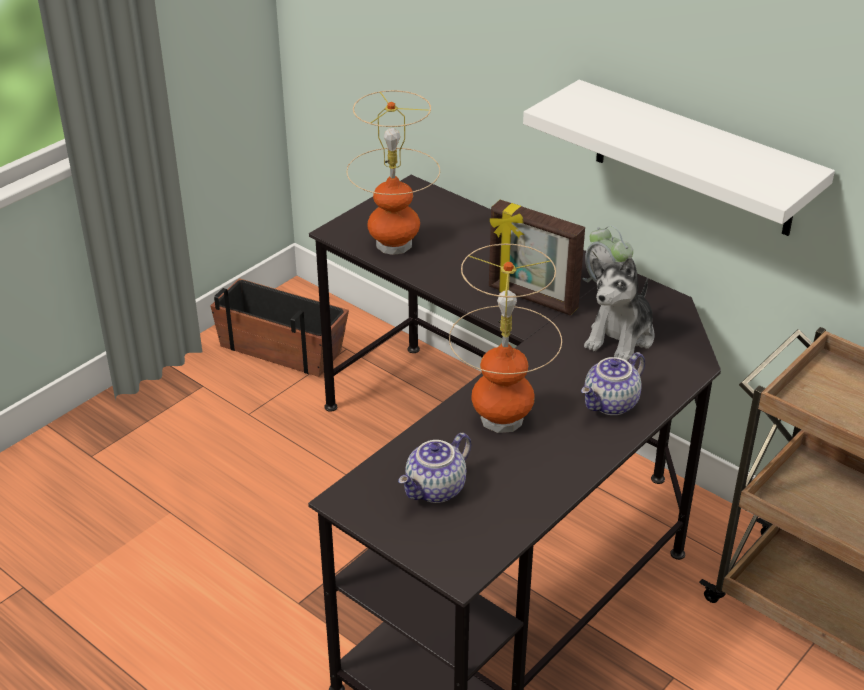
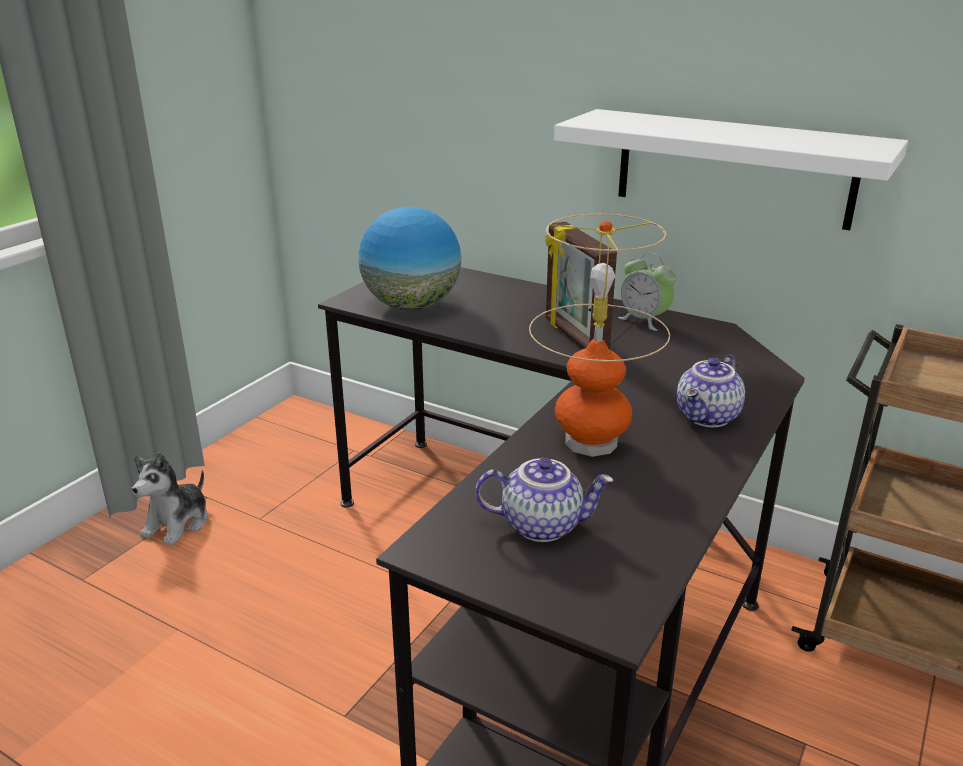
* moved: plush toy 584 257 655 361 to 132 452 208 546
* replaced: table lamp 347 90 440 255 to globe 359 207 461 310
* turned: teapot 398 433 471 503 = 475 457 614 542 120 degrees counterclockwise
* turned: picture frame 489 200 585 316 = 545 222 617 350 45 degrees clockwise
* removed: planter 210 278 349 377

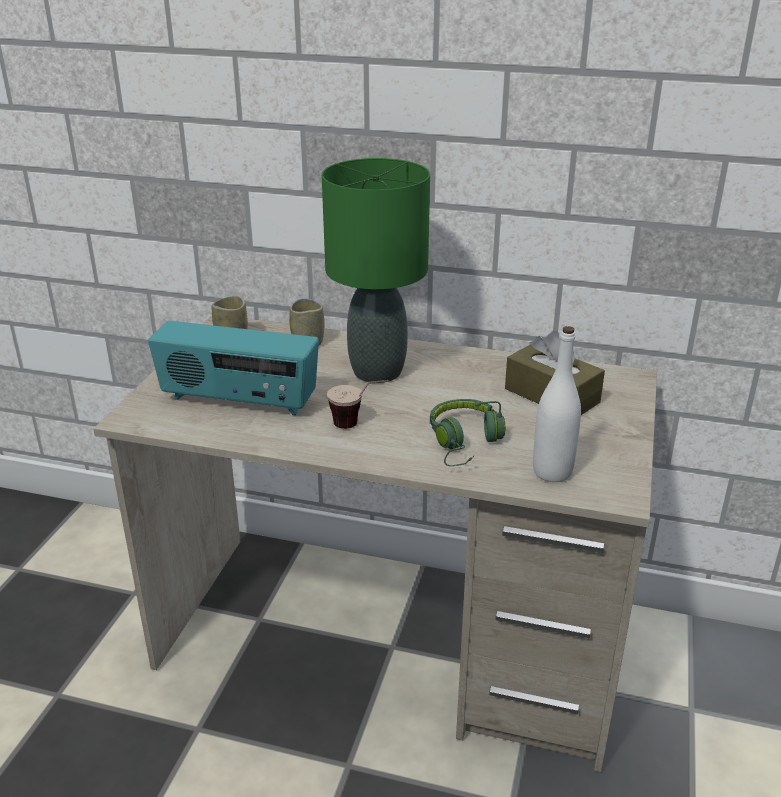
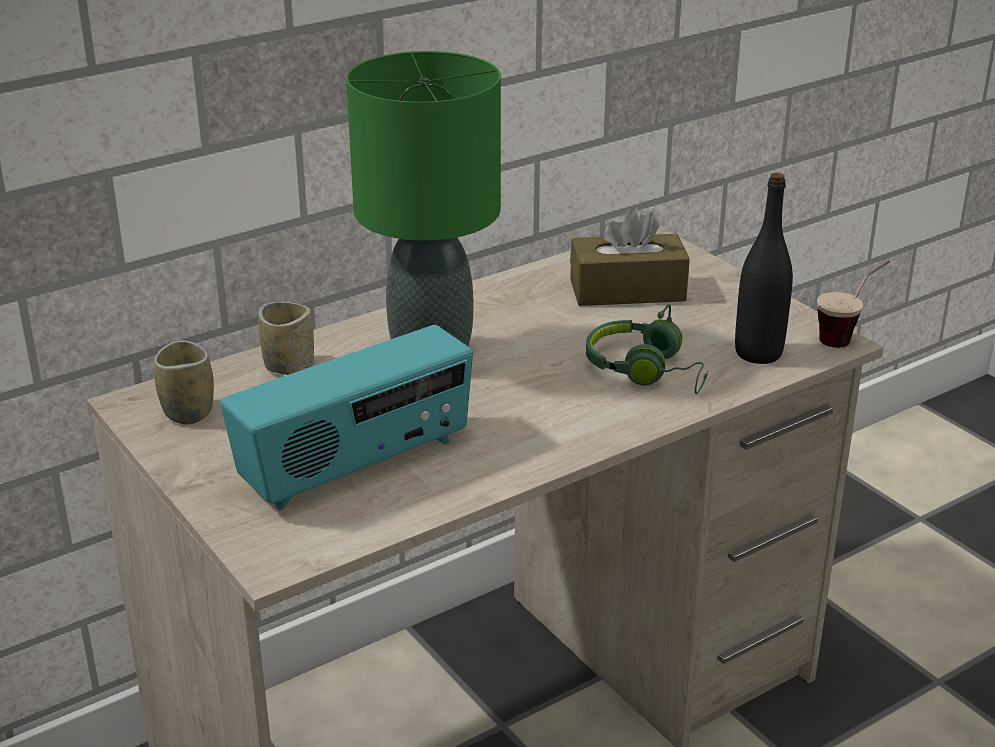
* recoloured: white bottle 533 326 581 482 to black bottle 735 173 793 364
* moved: cup 327 380 389 429 to 817 260 890 348

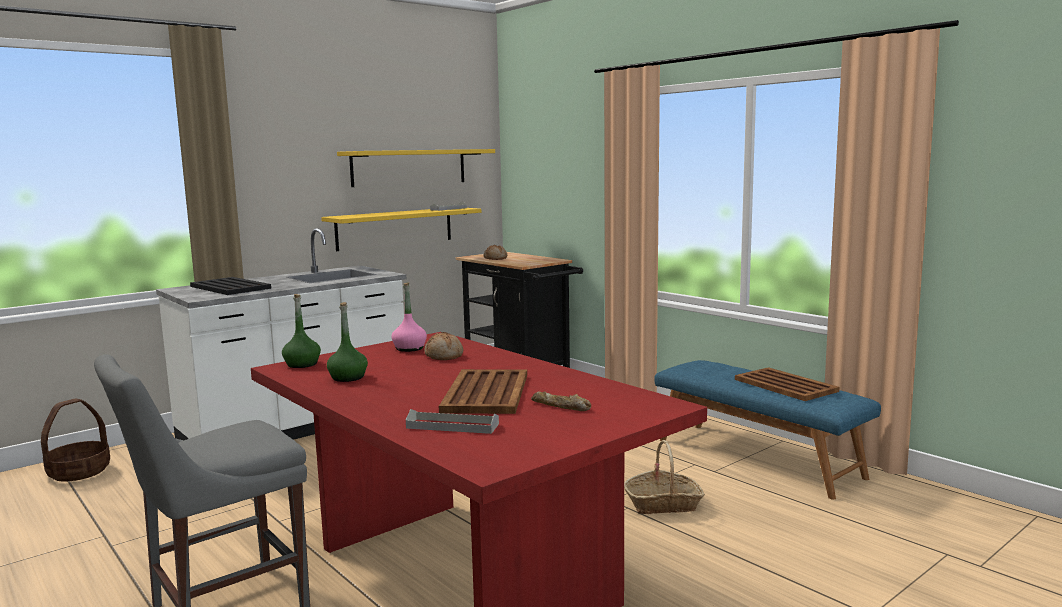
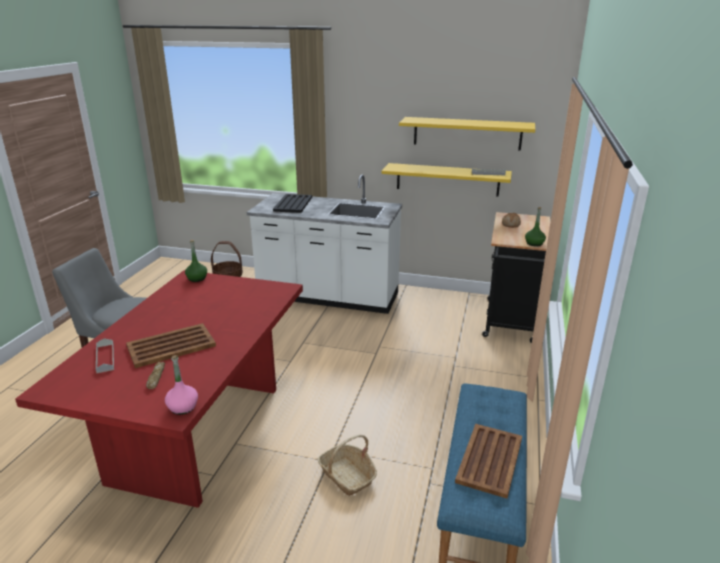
* moved: pink bottle 391 282 427 352 to 165 355 198 415
* moved: green bottle 327 302 368 382 to 525 207 546 247
* removed: bread 424 332 463 360

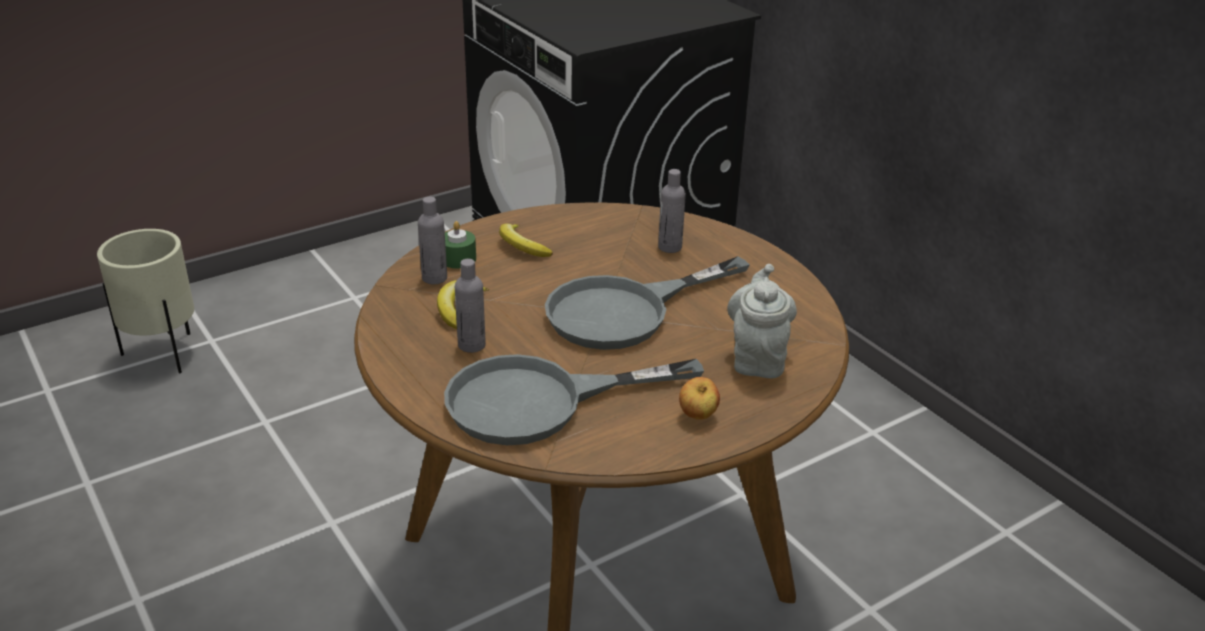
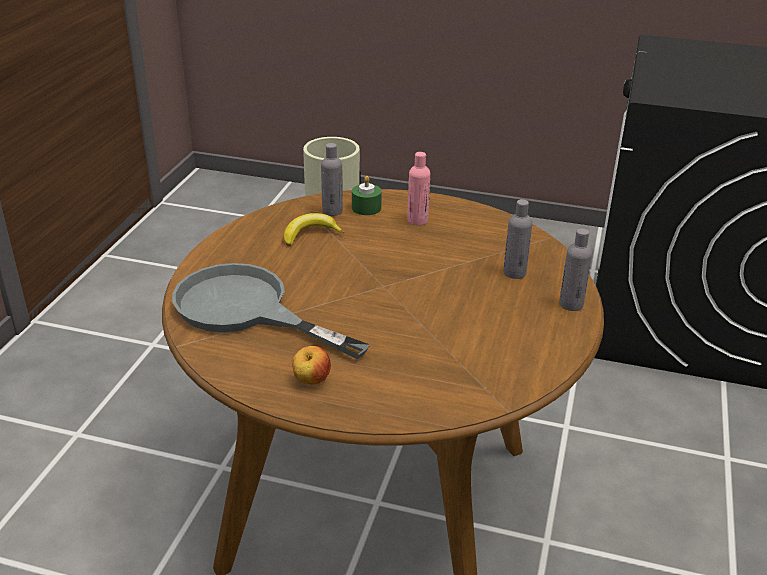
* replaced: banana 499 223 553 257 to pink bottle 407 152 430 225
* moved: grey bottle 455 259 486 353 to 559 228 592 311
* removed: grey frying pan 545 256 750 350
* removed: grey teapot 727 264 797 378

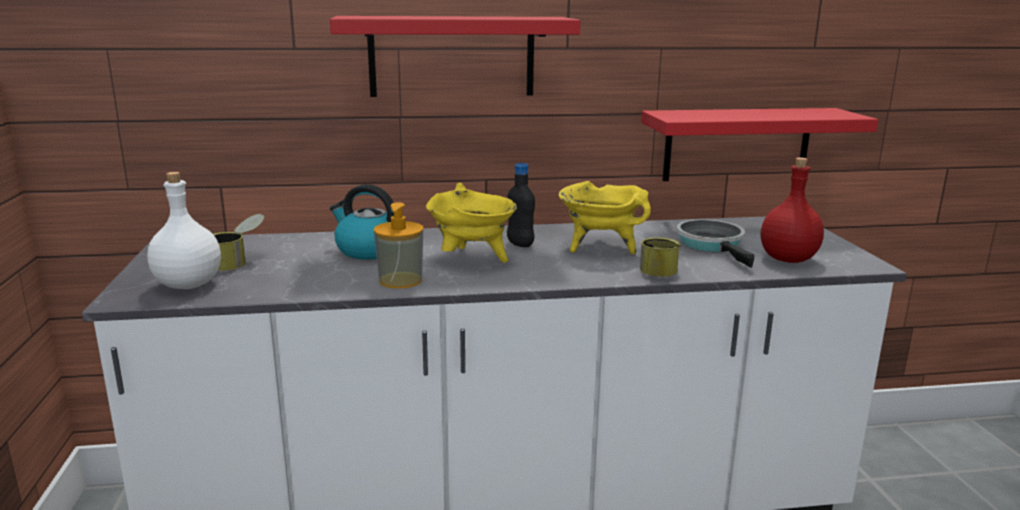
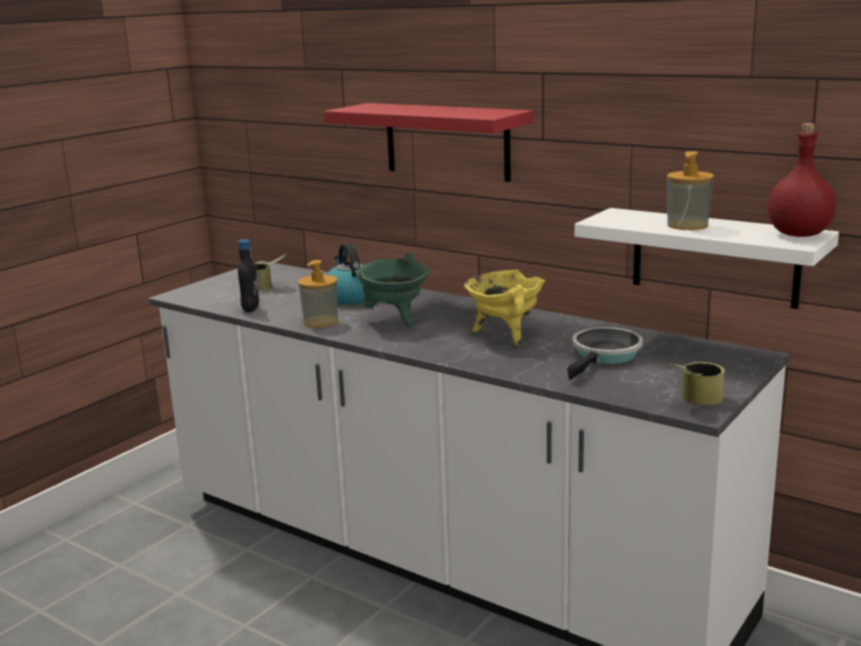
* moved: black bottle 507 163 535 247 to 238 239 259 312
* recoloured: yellow cooking pot 426 183 517 263 to green cooking pot 355 253 430 327
* recoloured: red shelf 641 108 879 181 to white shelf 574 208 839 309
* added: soap dispenser 667 151 714 230
* moved: can 640 237 680 277 to 668 362 725 405
* moved: red bottle 761 157 824 263 to 767 123 836 237
* removed: white bottle 147 172 221 289

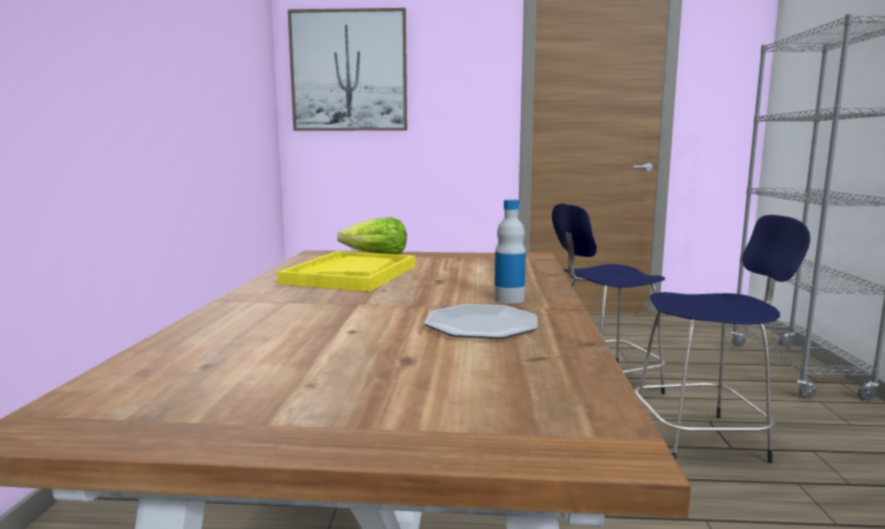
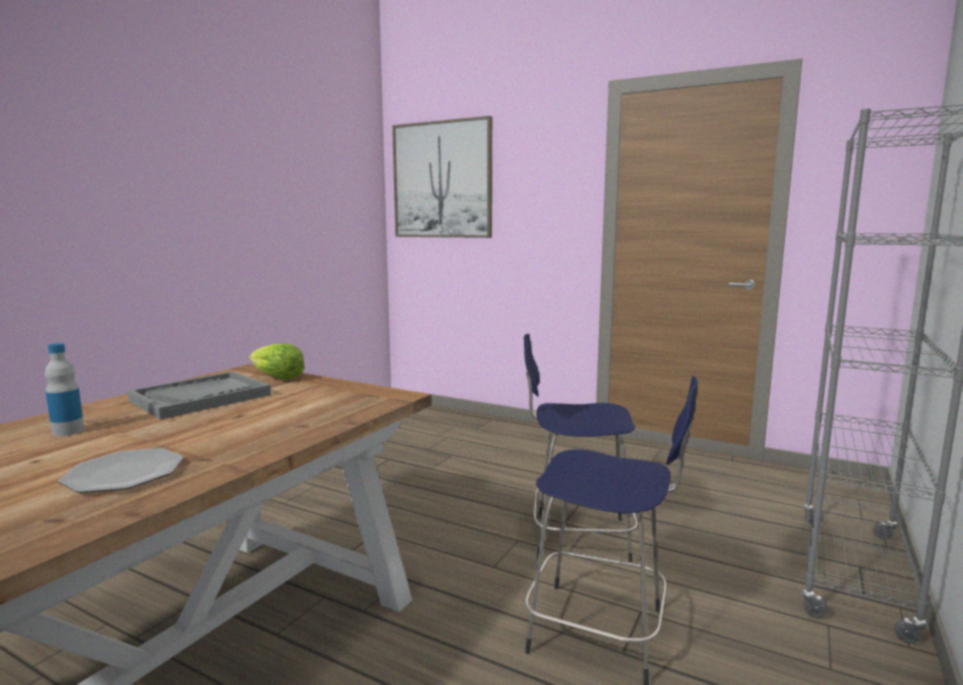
* moved: bottle 494 200 526 304 to 45 343 84 436
* recoloured: yellow tray 277 251 415 292 to grey tray 127 372 271 420

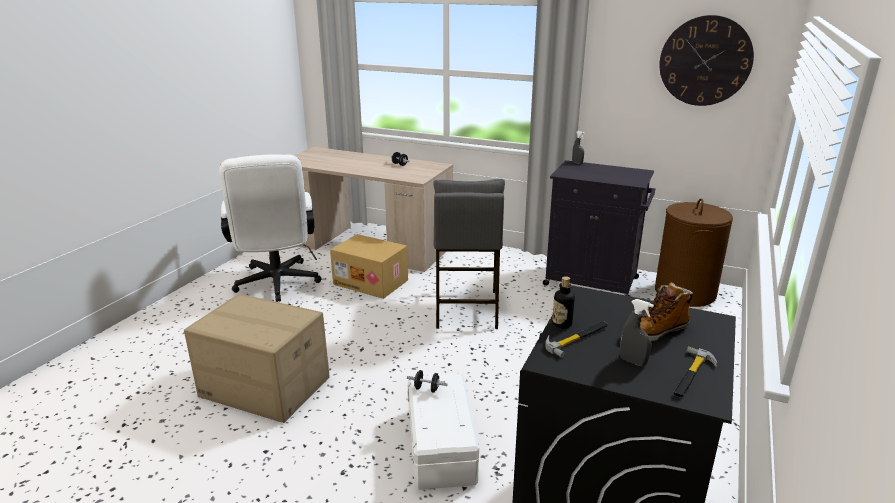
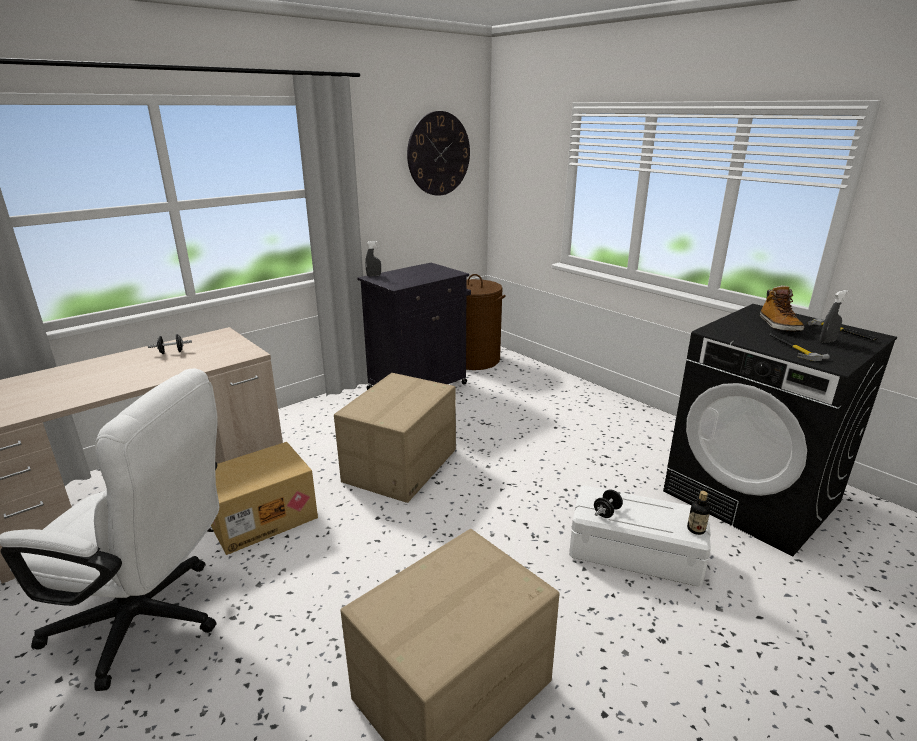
* replaced: grey stool 433 179 505 329 to cardboard box 334 373 456 503
* moved: bottle 552 276 575 328 to 687 491 710 535

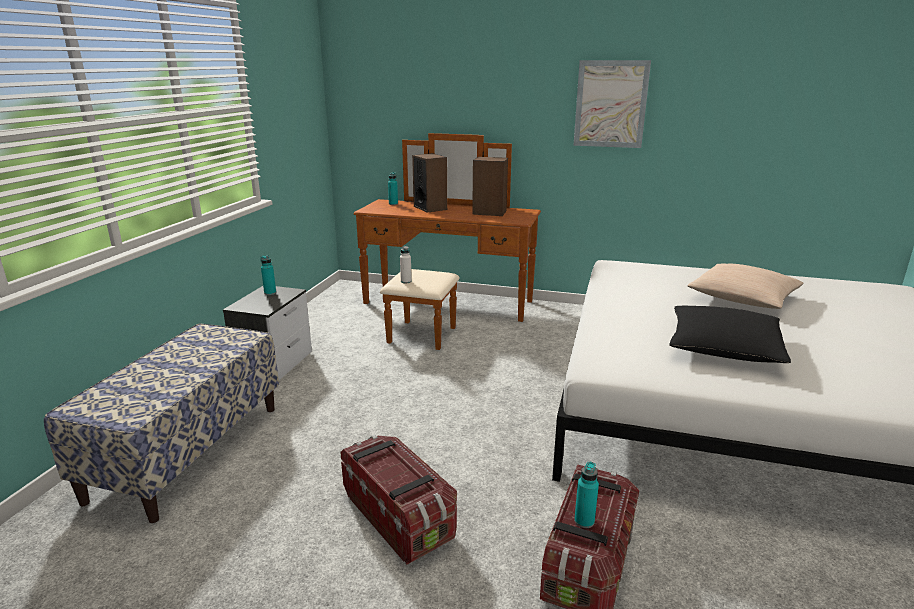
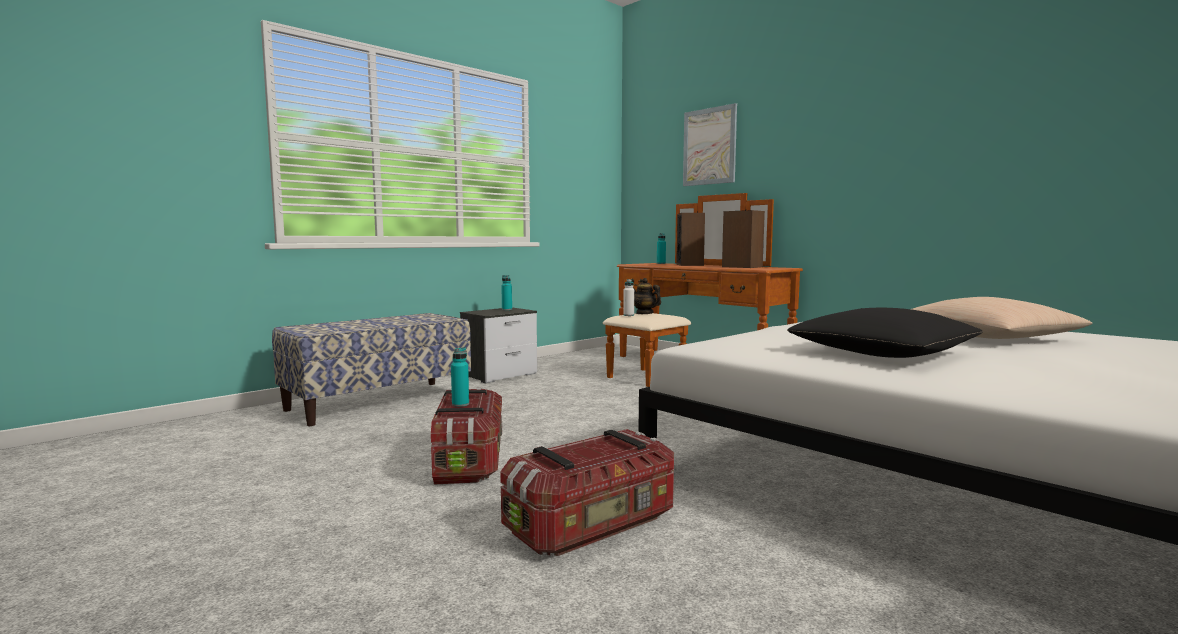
* moved: turquoise bottle 574 462 599 528 to 451 347 469 407
* added: teapot 633 278 661 314
* moved: picture 573 60 651 148 to 683 103 737 186

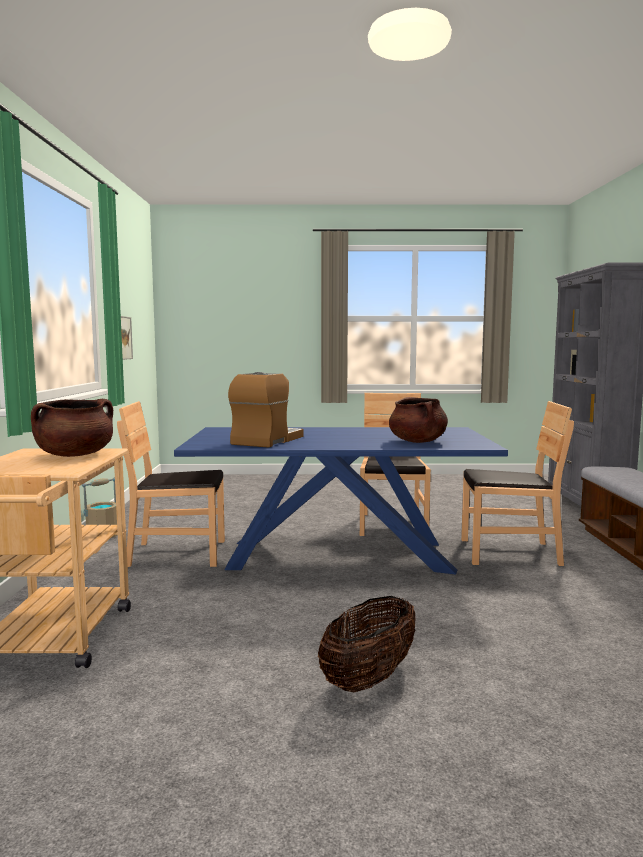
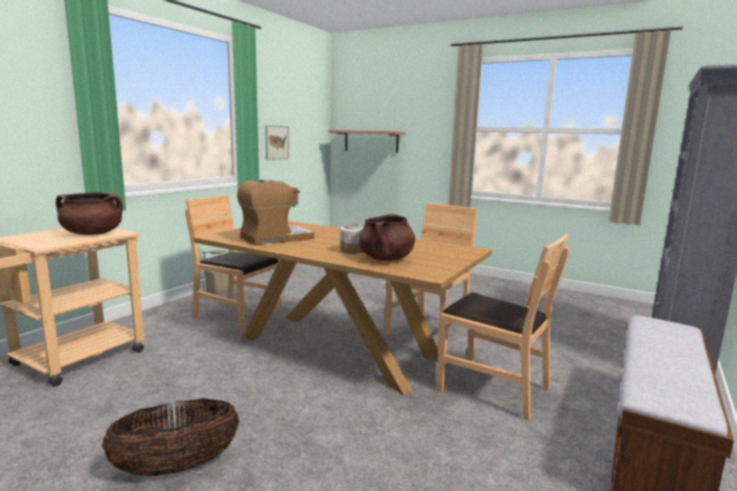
* recoloured: blue dining table 174 427 508 575 to brown dining table 194 221 492 395
* added: shelf 328 130 406 153
* added: jar 340 224 363 254

